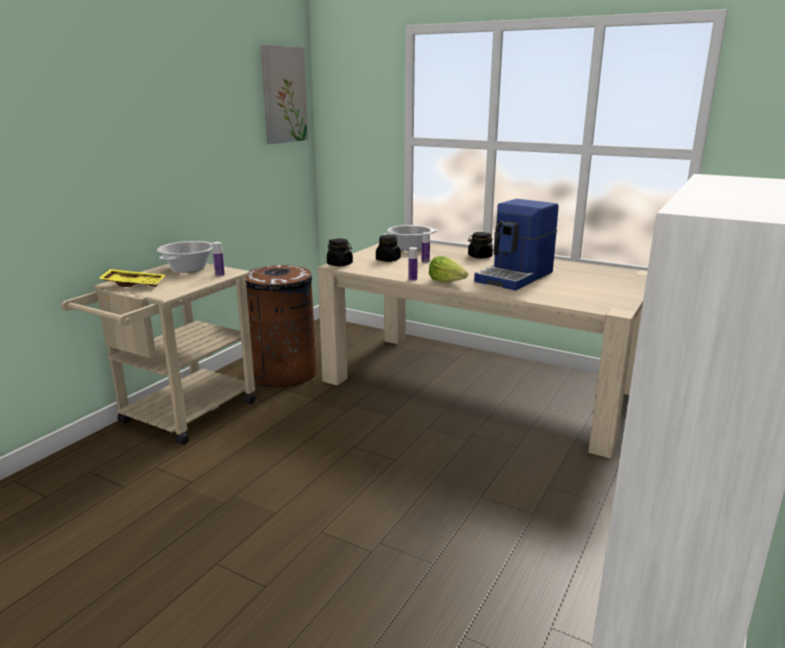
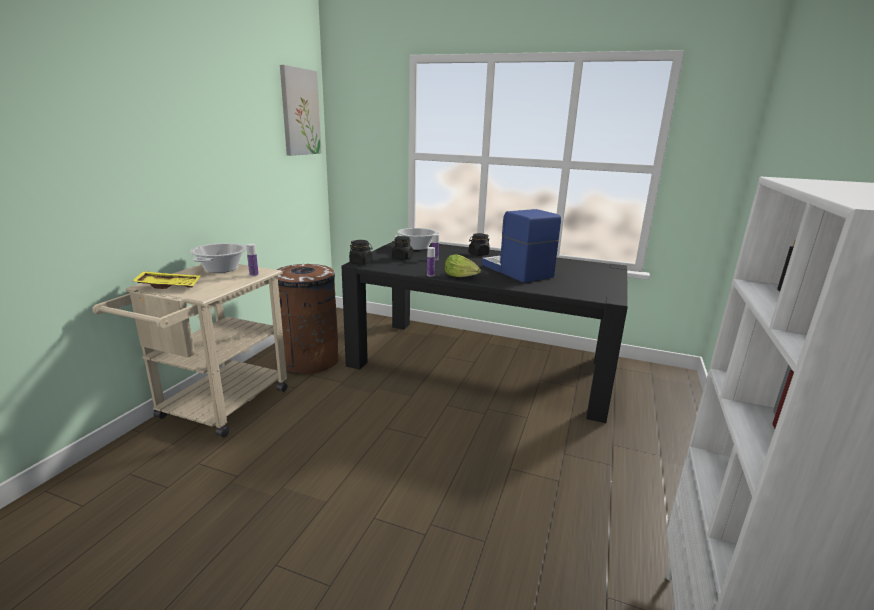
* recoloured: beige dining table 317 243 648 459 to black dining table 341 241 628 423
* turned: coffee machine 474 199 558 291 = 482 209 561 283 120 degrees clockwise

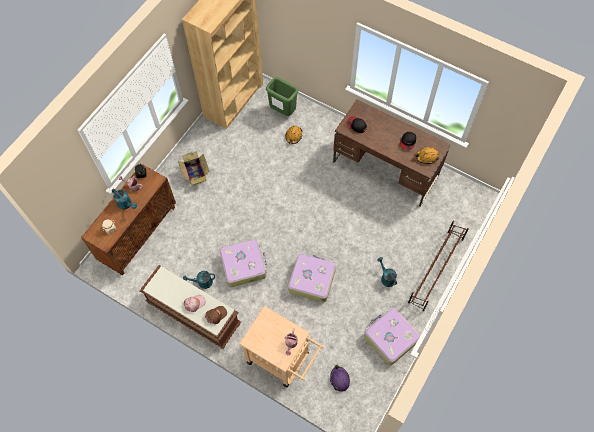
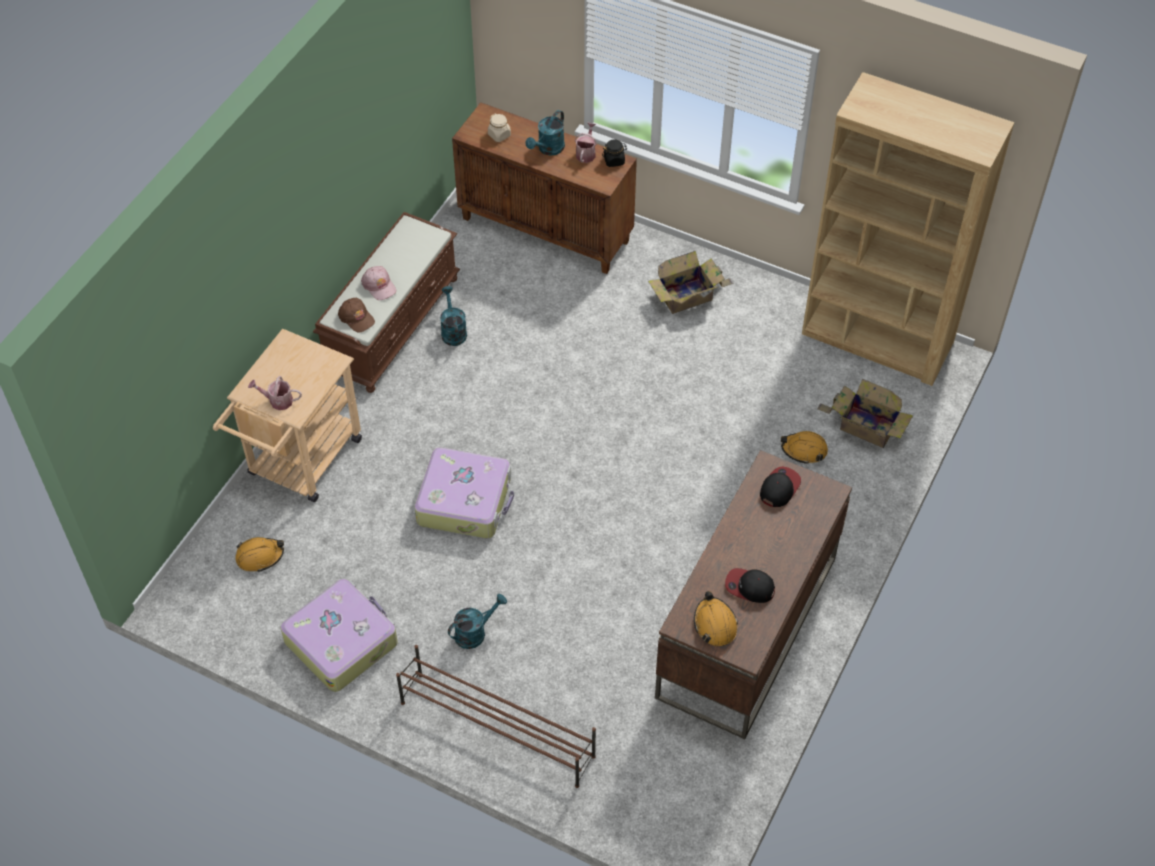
* recoloured: purple hard hat 330 365 350 392 to orange hard hat 235 537 284 572
* replaced: green trash can 266 77 298 116 to cardboard box 817 379 913 448
* removed: suitcase 220 239 267 287

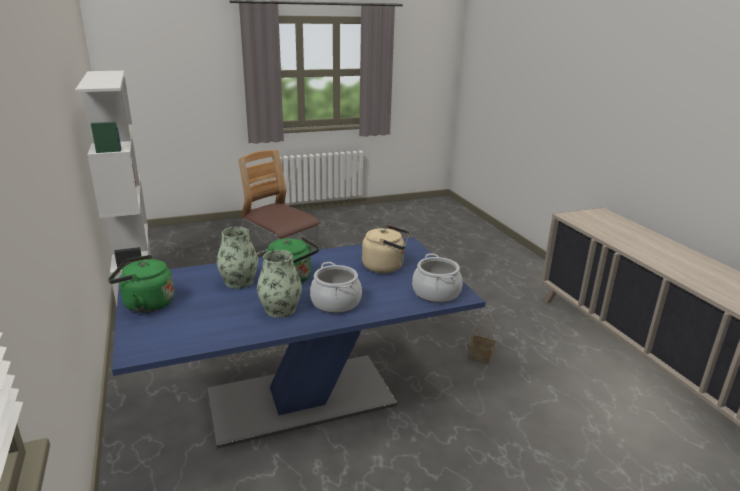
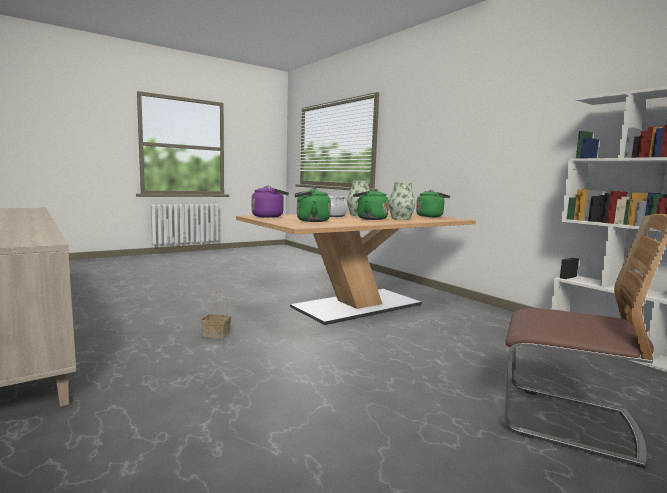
* recoloured: blue dining table 112 237 486 449 to beige dining table 236 212 476 325
* replaced: cooking pot 412 253 462 303 to purple kettle 251 186 289 218
* recoloured: beige kettle 362 225 410 273 to green kettle 294 188 331 222

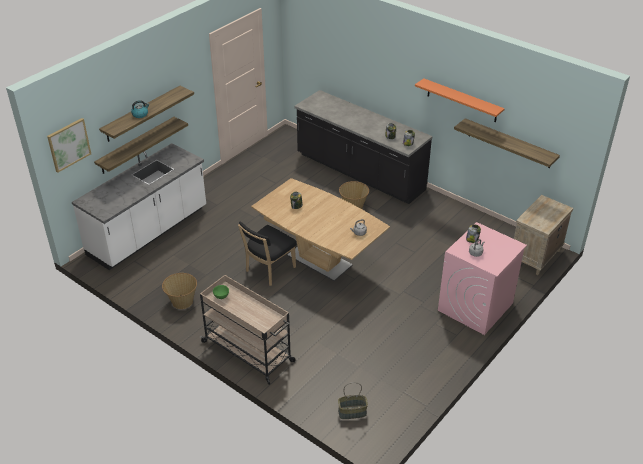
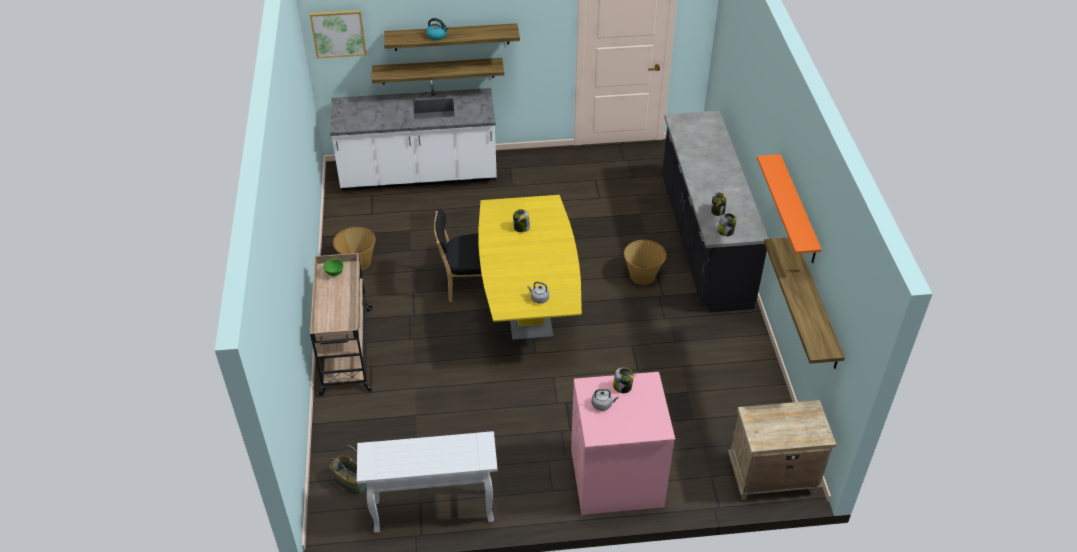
* added: white console table 357 431 498 533
* recoloured: brown dining table 251 178 390 281 to yellow dining table 478 195 582 341

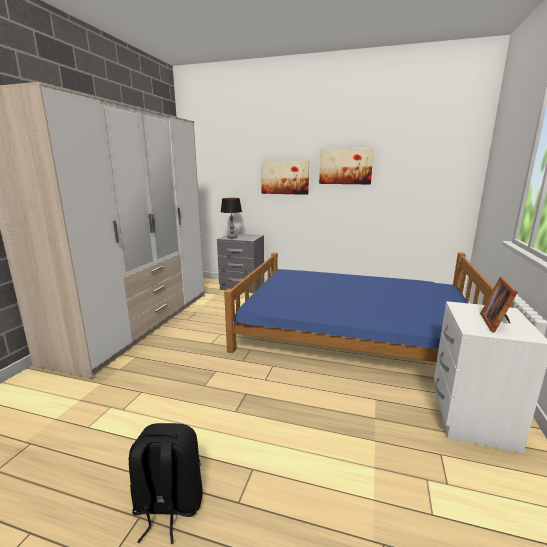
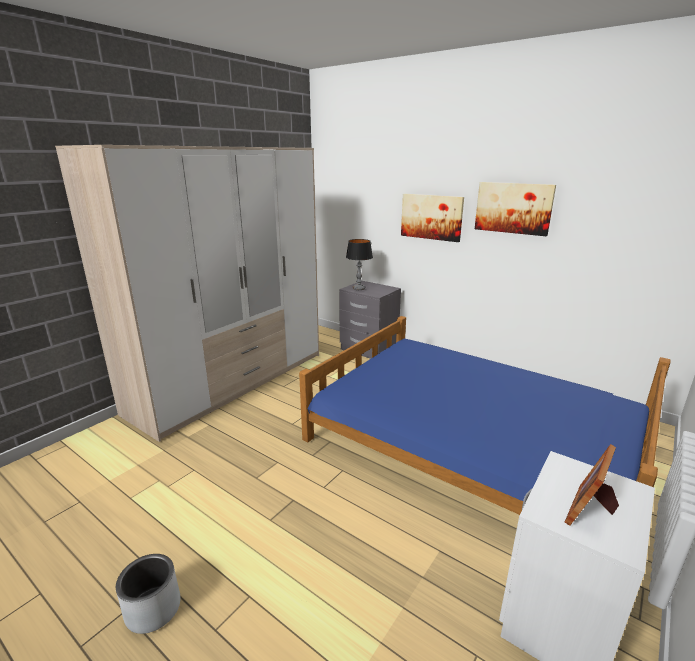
* replaced: black backpack 129 423 202 544 to grey planter 116 554 180 634

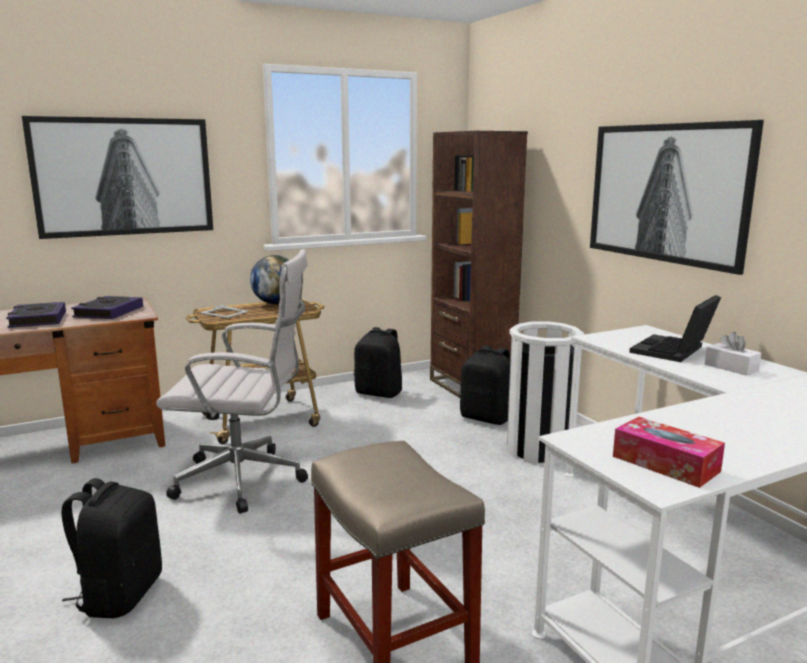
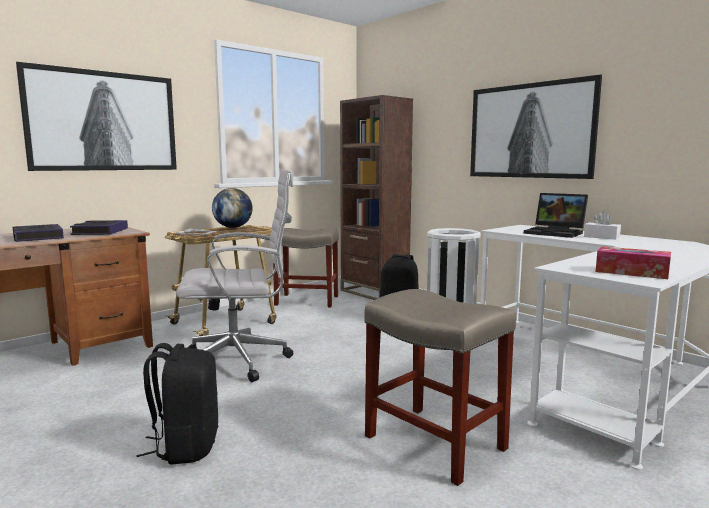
* replaced: black backpack 354 327 402 398 to beige stool 273 228 339 308
* turned: laptop 629 295 721 362 = 524 193 588 238 75 degrees counterclockwise

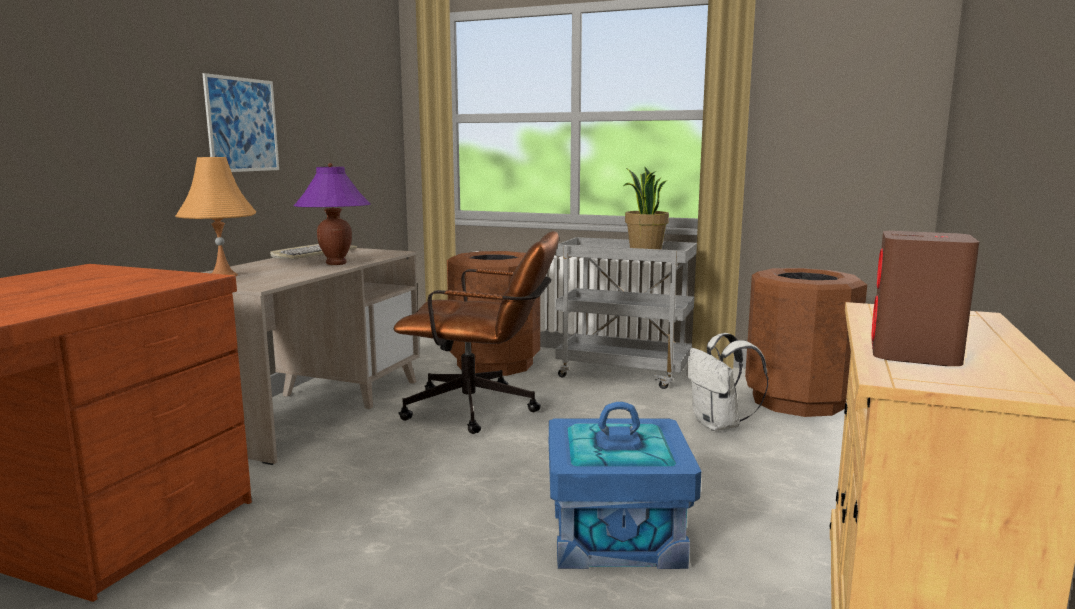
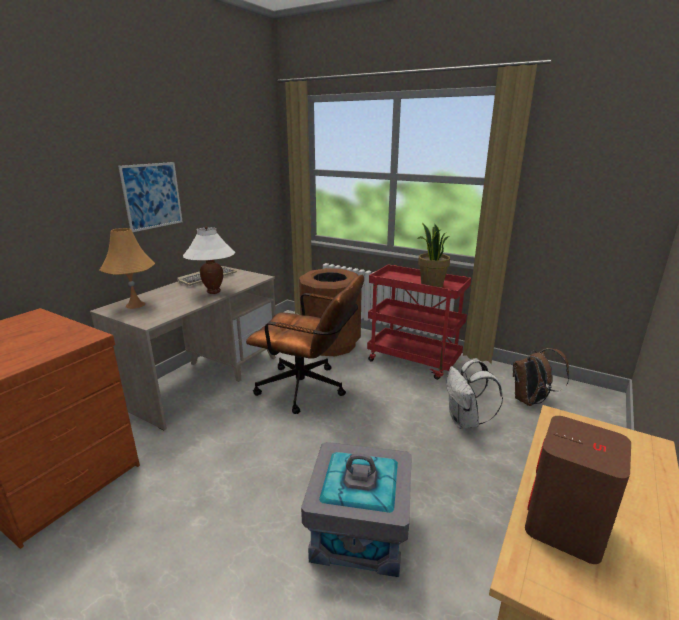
* recoloured: purple table lamp 294 163 371 265 to white table lamp 183 226 235 294
* recoloured: blue storage box 549 402 701 569 to grey storage box 301 442 412 577
* recoloured: grey cart 556 237 697 389 to red cart 367 264 471 380
* replaced: brown trash can 745 268 867 417 to brown backpack 513 348 569 406

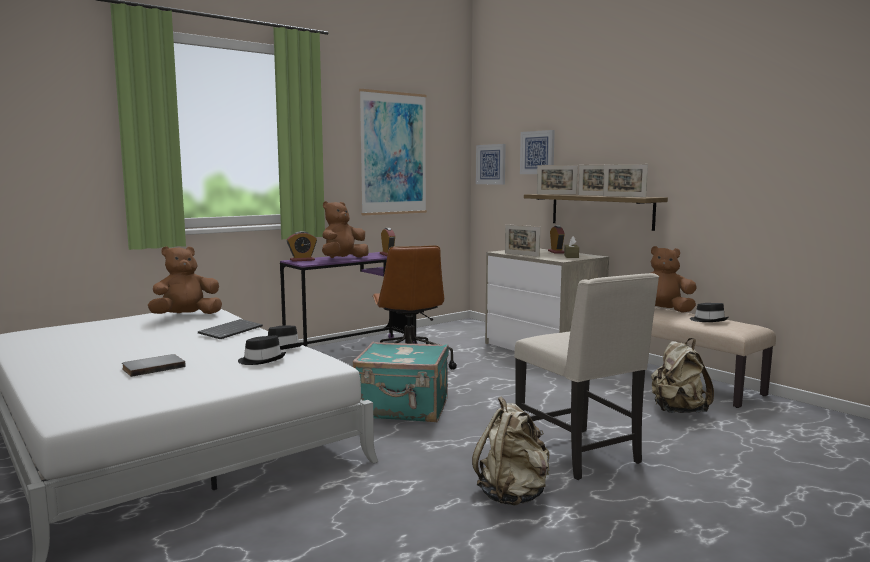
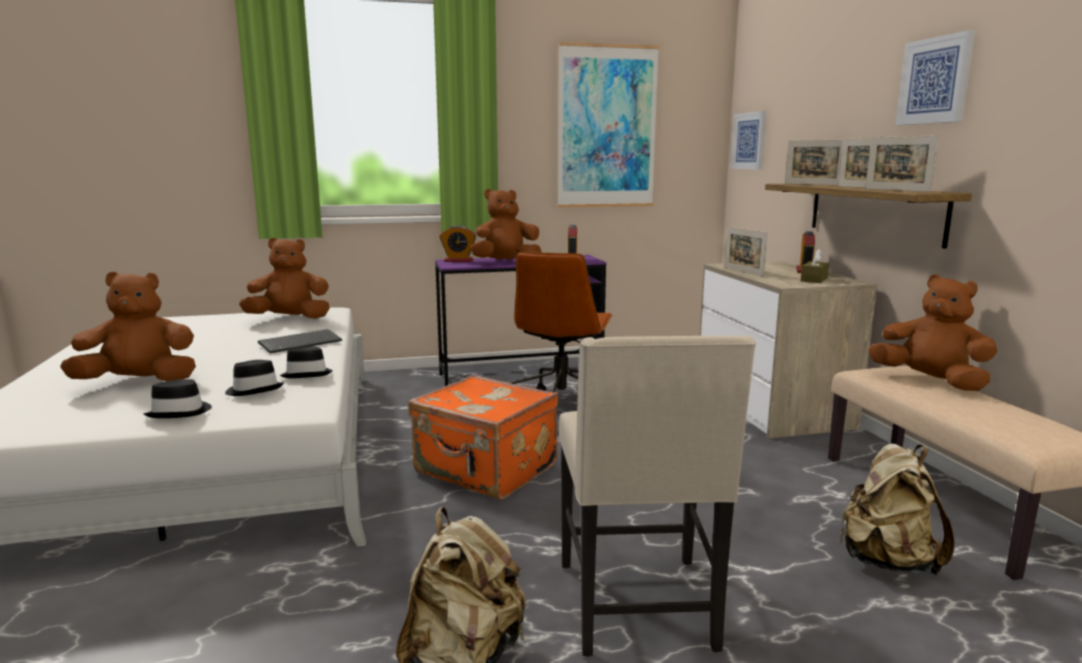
* replaced: grey book 122 354 186 377 to brown plush toy 60 271 196 381
* moved: black hat 690 303 728 322 to 144 379 212 418
* recoloured: turquoise suitcase 353 341 449 422 to orange suitcase 408 375 558 500
* moved: picture 520 130 555 174 to 896 30 976 125

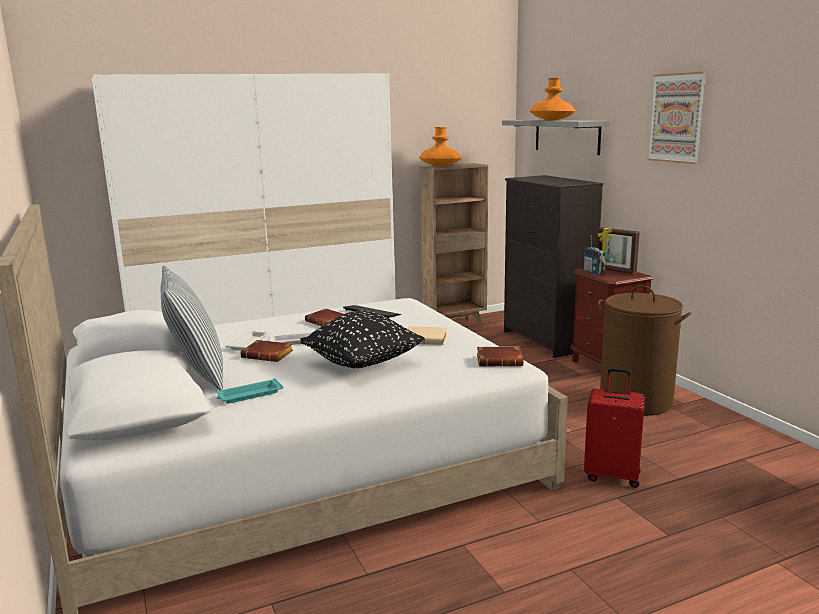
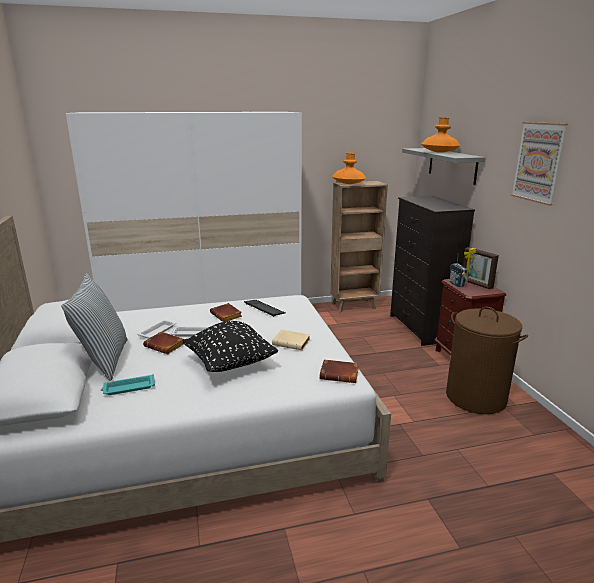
* removed: red suitcase 584 368 645 488

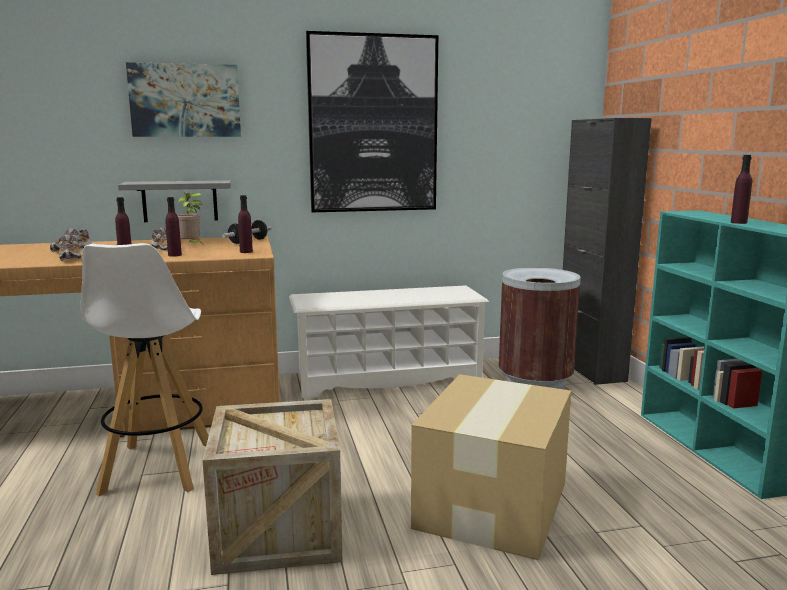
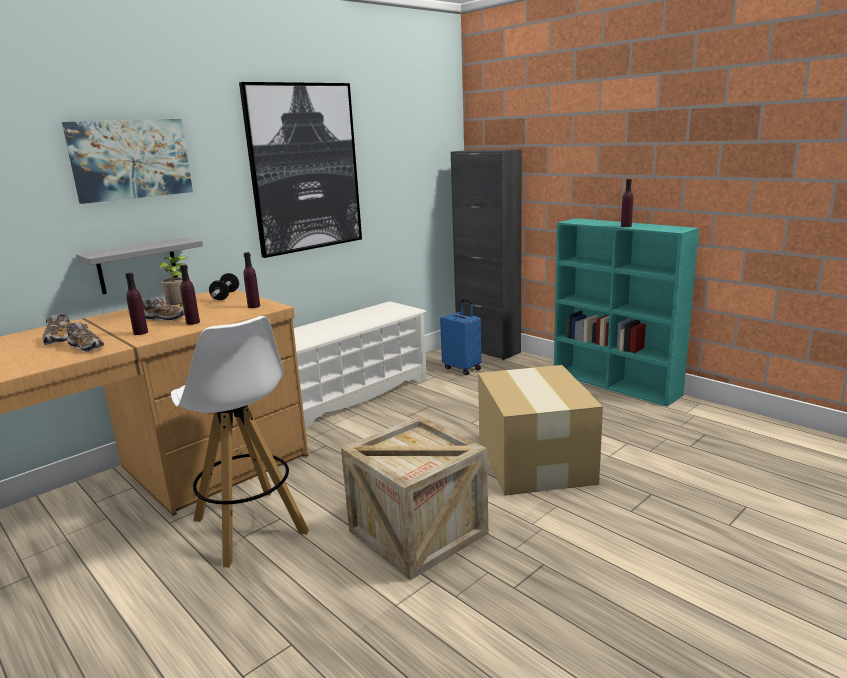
* replaced: brown trash can 499 268 581 389 to blue suitcase 440 299 481 375

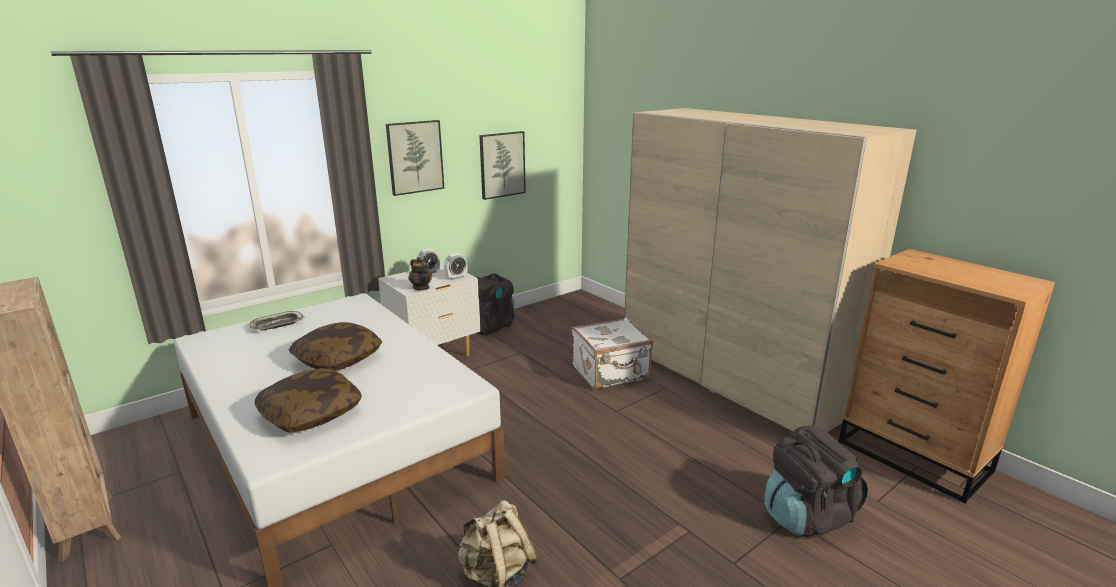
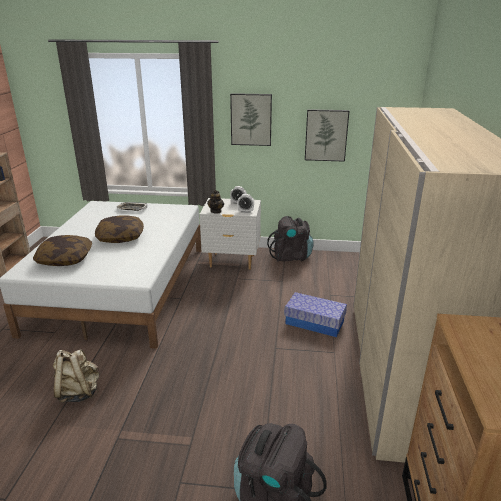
* replaced: white suitcase 572 318 653 389 to storage box 284 292 347 337

